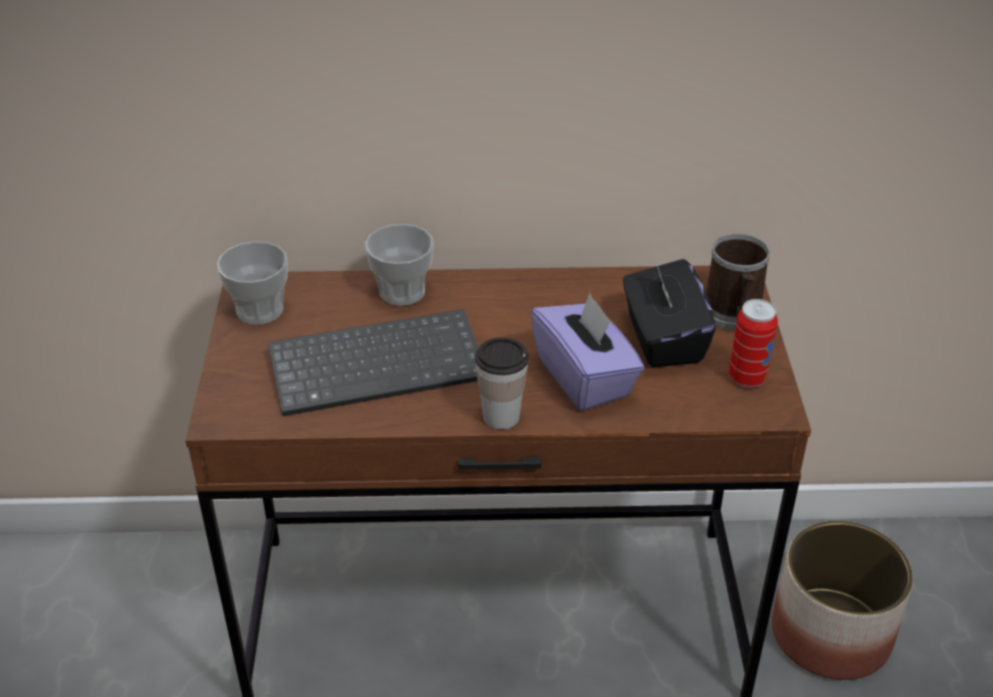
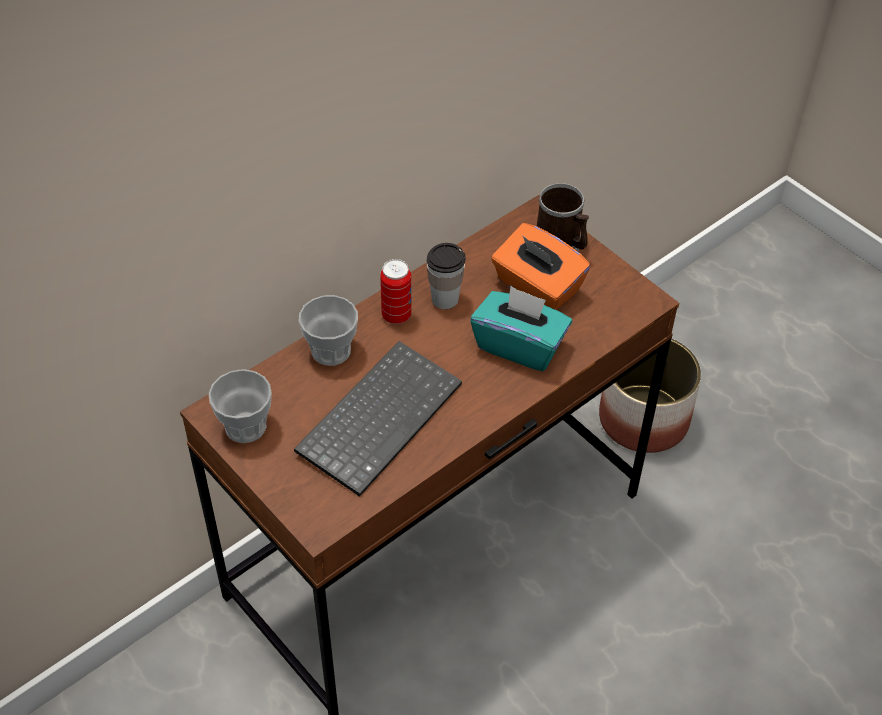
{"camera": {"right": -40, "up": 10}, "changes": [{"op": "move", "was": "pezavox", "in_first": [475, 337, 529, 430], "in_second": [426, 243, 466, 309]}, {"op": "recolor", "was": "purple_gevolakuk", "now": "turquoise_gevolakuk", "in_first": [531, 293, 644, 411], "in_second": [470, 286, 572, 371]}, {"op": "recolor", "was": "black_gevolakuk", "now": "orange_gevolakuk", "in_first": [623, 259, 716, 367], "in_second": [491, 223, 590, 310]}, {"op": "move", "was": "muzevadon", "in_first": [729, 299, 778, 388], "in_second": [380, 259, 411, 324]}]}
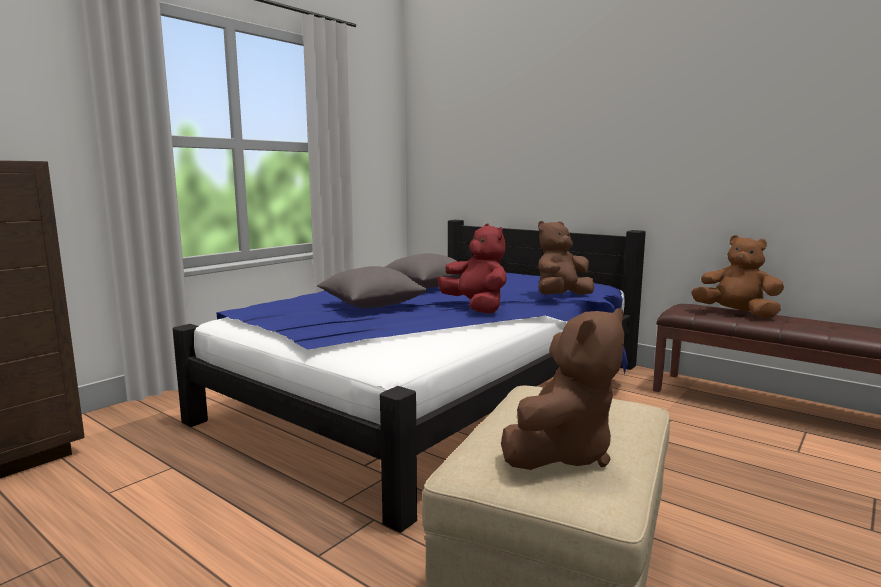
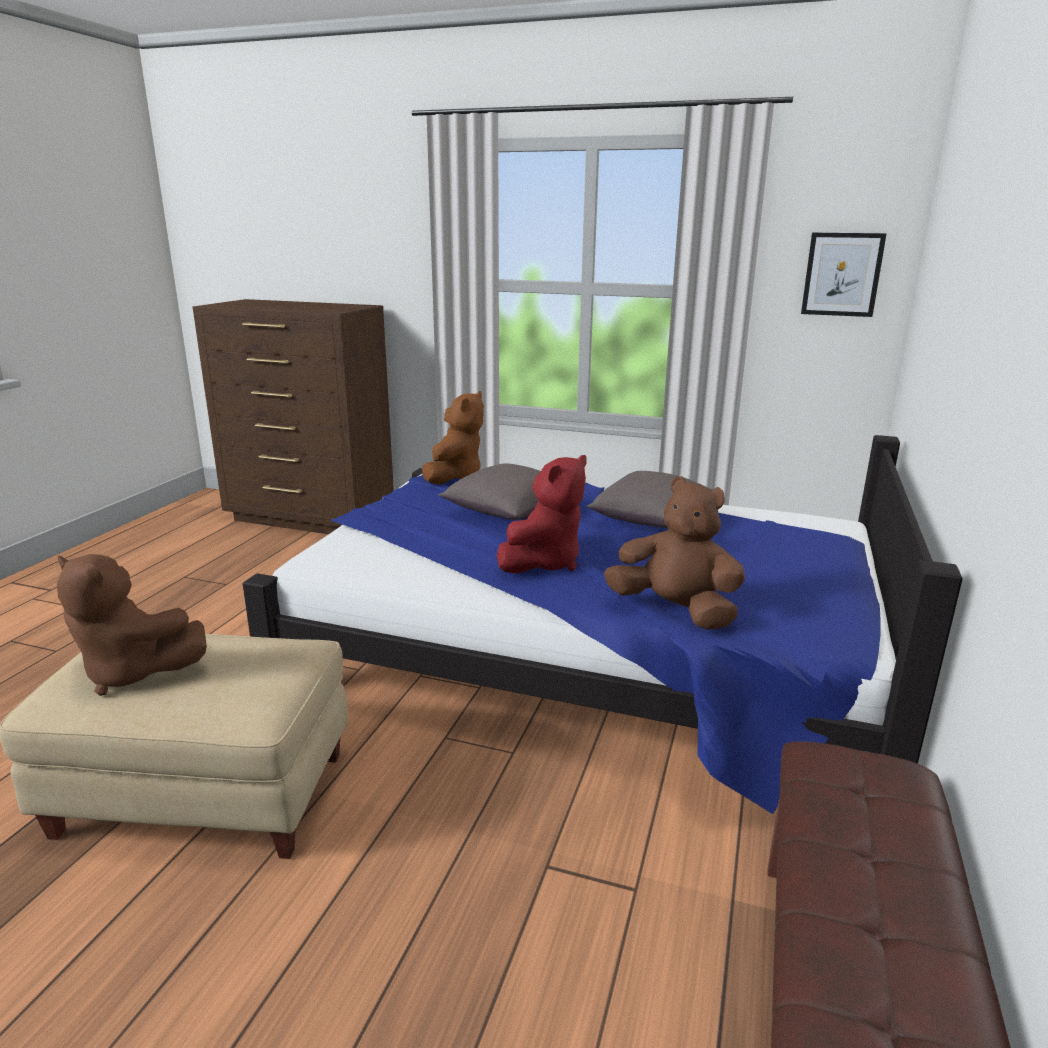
{"camera": {"right": 70, "up": 10}, "changes": [{"op": "move", "was": "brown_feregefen", "in_first": [691, 235, 784, 318], "in_second": [422, 391, 484, 484]}, {"op": "insert", "now": "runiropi", "in_second": [801, 233, 887, 317]}]}
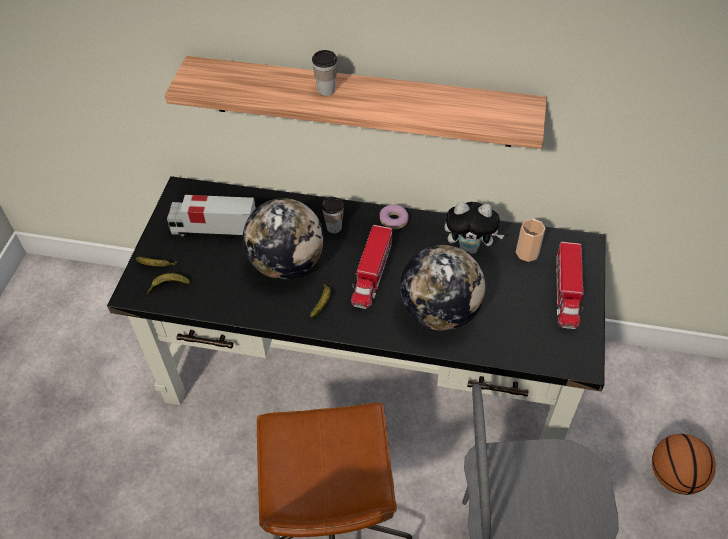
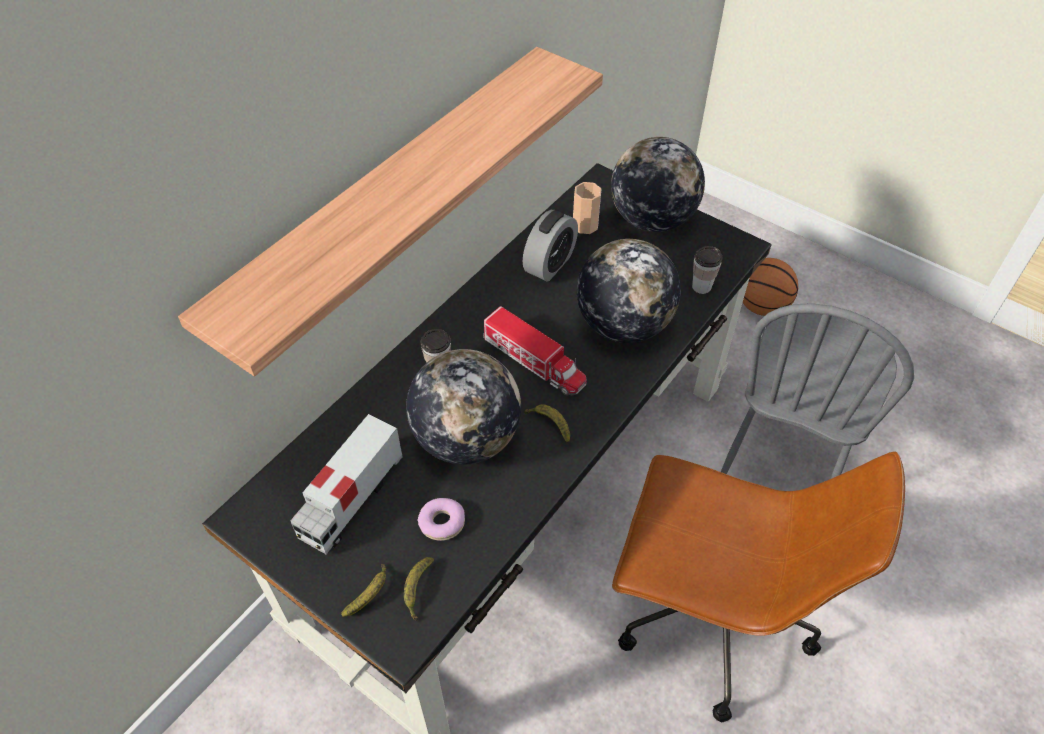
{"camera": {"right": -65, "up": 0}, "changes": [{"op": "move", "was": "pezavox", "in_first": [312, 50, 338, 96], "in_second": [692, 246, 722, 294]}, {"op": "move", "was": "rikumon", "in_first": [380, 205, 409, 229], "in_second": [418, 498, 465, 541]}, {"op": "replace", "was": "feregefen", "now": "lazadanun", "in_first": [445, 202, 505, 254], "in_second": [523, 210, 578, 282]}, {"op": "replace", "was": "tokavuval", "now": "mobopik", "in_first": [556, 242, 584, 329], "in_second": [611, 137, 705, 232]}]}
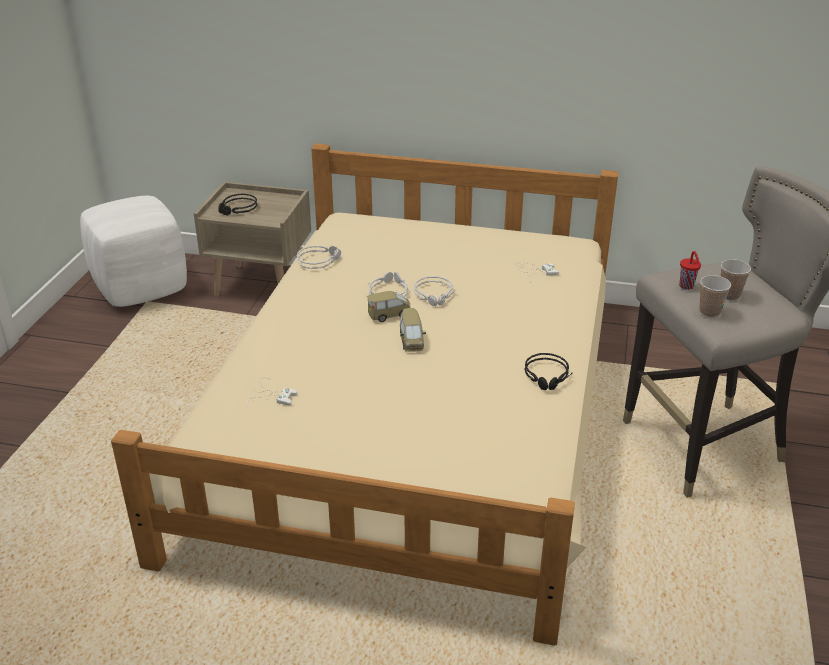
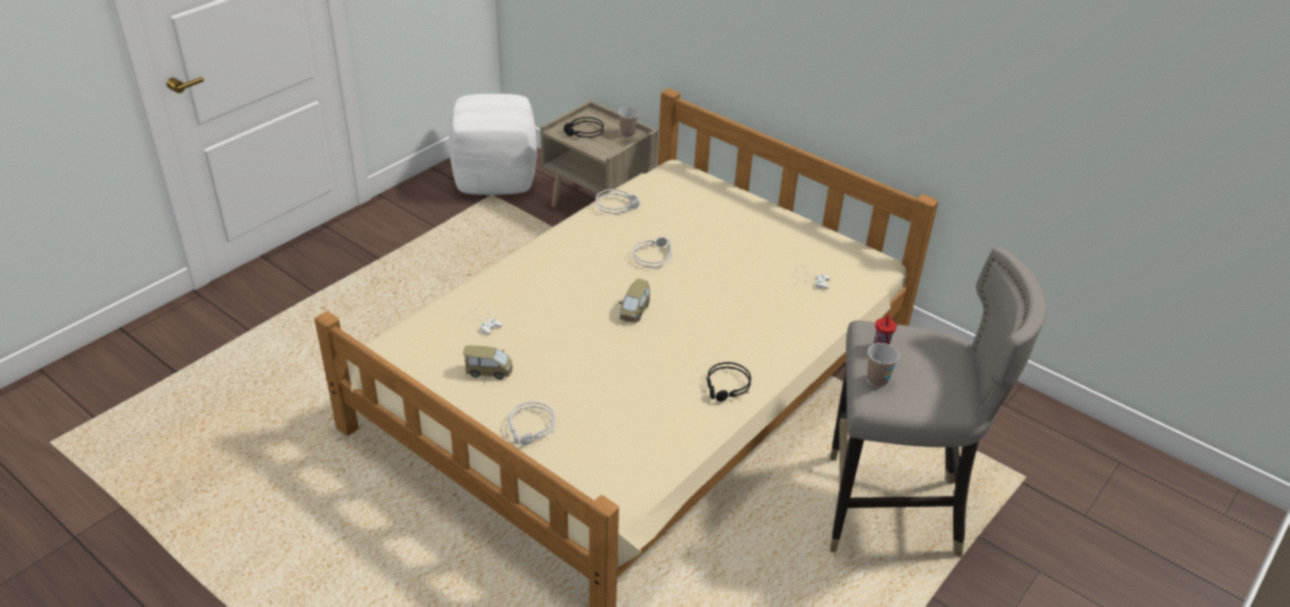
{"camera": {"right": 25, "up": 5}, "changes": [{"op": "move", "was": "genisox", "in_first": [367, 291, 410, 322], "in_second": [463, 345, 513, 380]}, {"op": "move", "was": "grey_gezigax", "in_first": [414, 276, 456, 306], "in_second": [508, 401, 555, 446]}, {"op": "move", "was": "pezavox", "in_first": [721, 259, 751, 301], "in_second": [618, 107, 639, 137]}]}
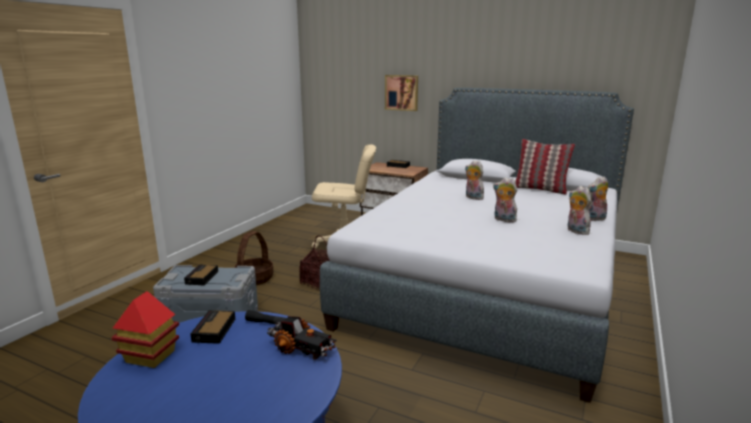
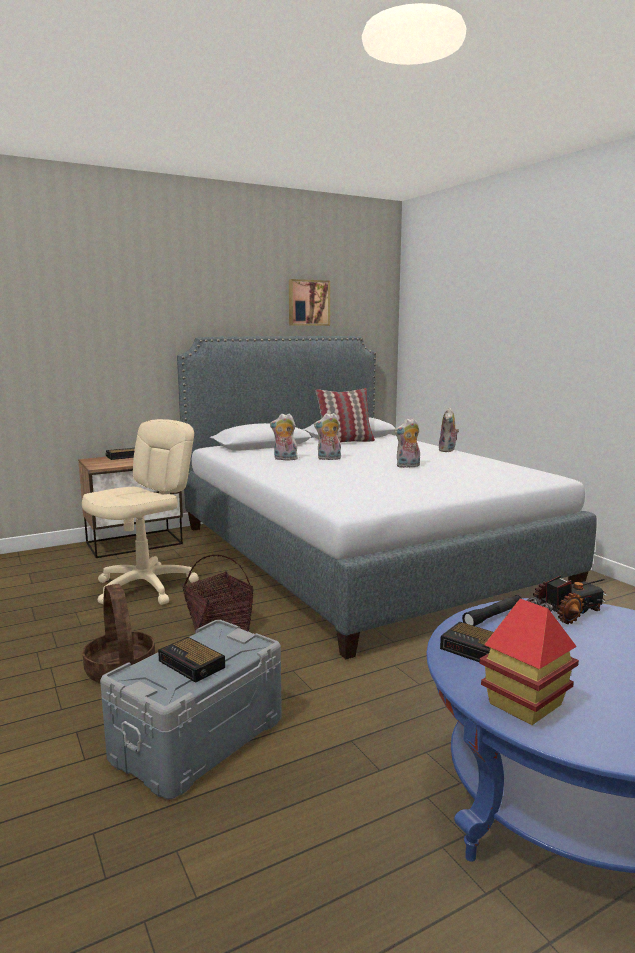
{"camera": {"right": -55, "up": -5}, "changes": [{"op": "move", "was": "runiropi", "in_first": [385, 75, 418, 111], "in_second": [289, 279, 330, 326]}, {"op": "move", "was": "feregefen", "in_first": [567, 186, 593, 235], "in_second": [270, 414, 298, 460]}]}
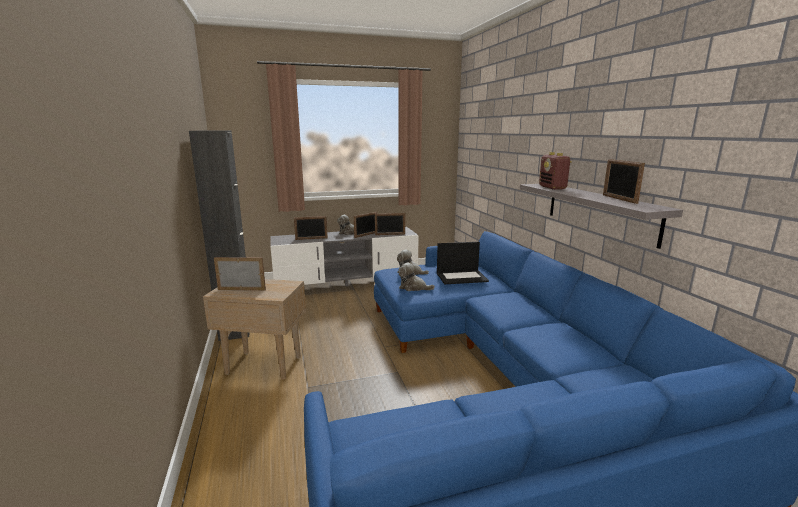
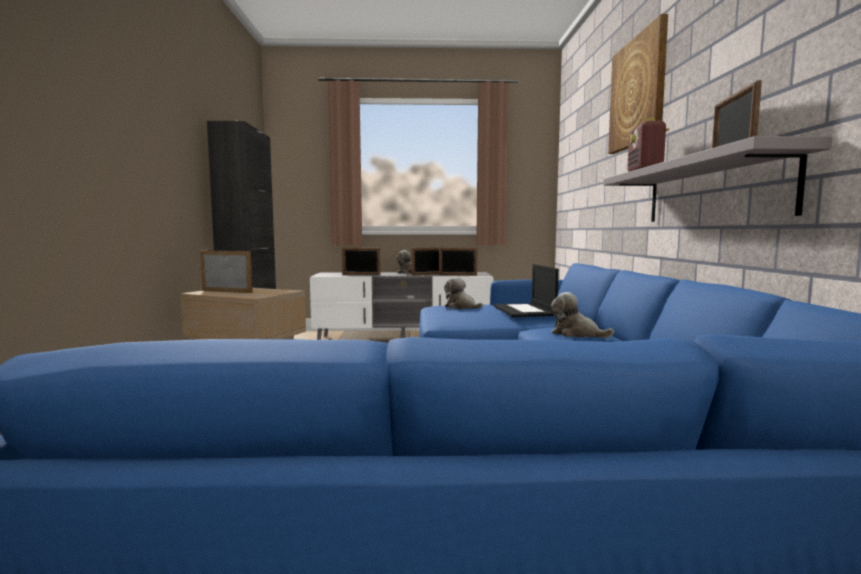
{"camera": {"right": 15, "up": -10}, "changes": [{"op": "move", "was": "feregefen", "in_first": [398, 263, 435, 291], "in_second": [551, 292, 614, 338]}, {"op": "rotate", "was": "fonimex", "in_first": [437, 242, 489, 284], "in_second": [494, 264, 559, 317], "clockwise": 75}, {"op": "insert", "now": "runiropi", "in_second": [608, 14, 668, 154]}]}
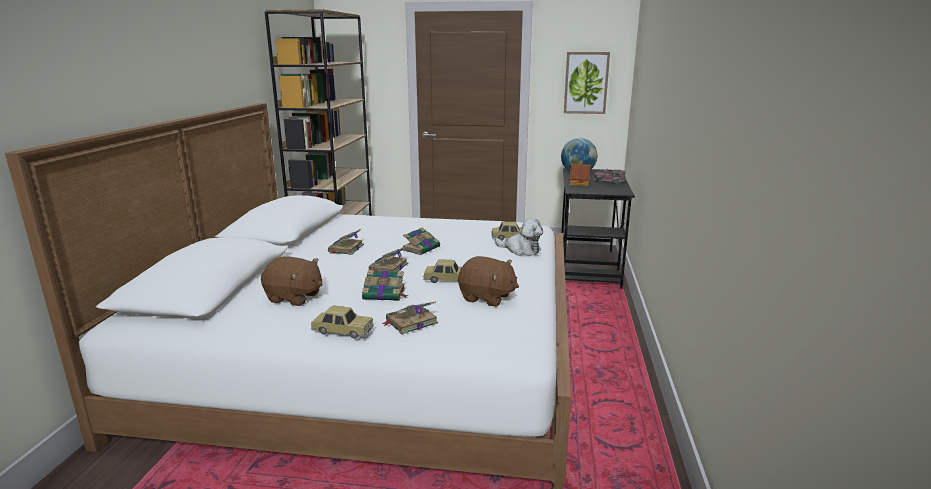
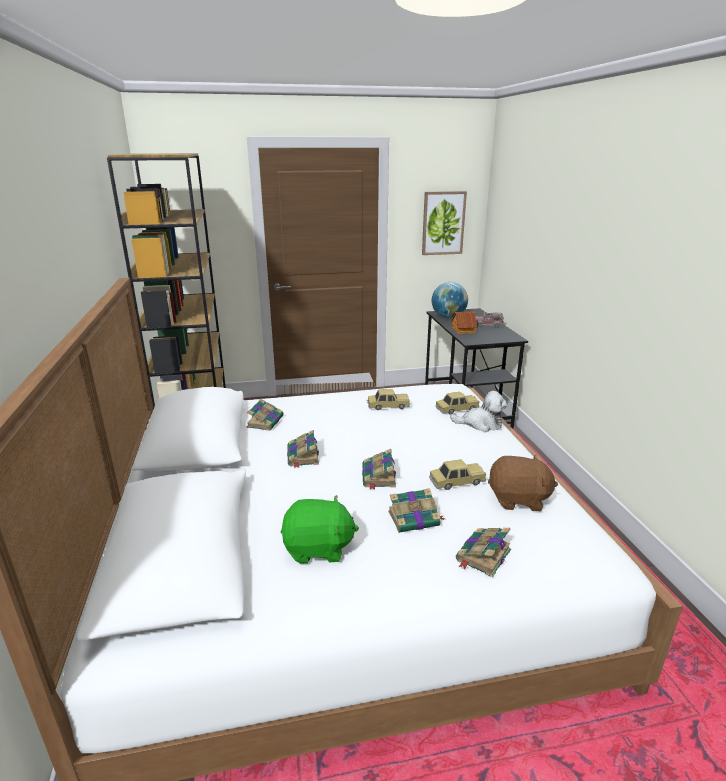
{"camera": {"right": -20, "up": 5}, "changes": [{"op": "recolor", "was": "brown_feregefen", "now": "green_feregefen", "in_first": [261, 256, 322, 306], "in_second": [280, 495, 359, 564]}, {"op": "move", "was": "genisox", "in_first": [311, 305, 374, 339], "in_second": [367, 389, 410, 410]}, {"op": "move", "was": "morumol", "in_first": [402, 227, 440, 255], "in_second": [246, 399, 284, 431]}]}
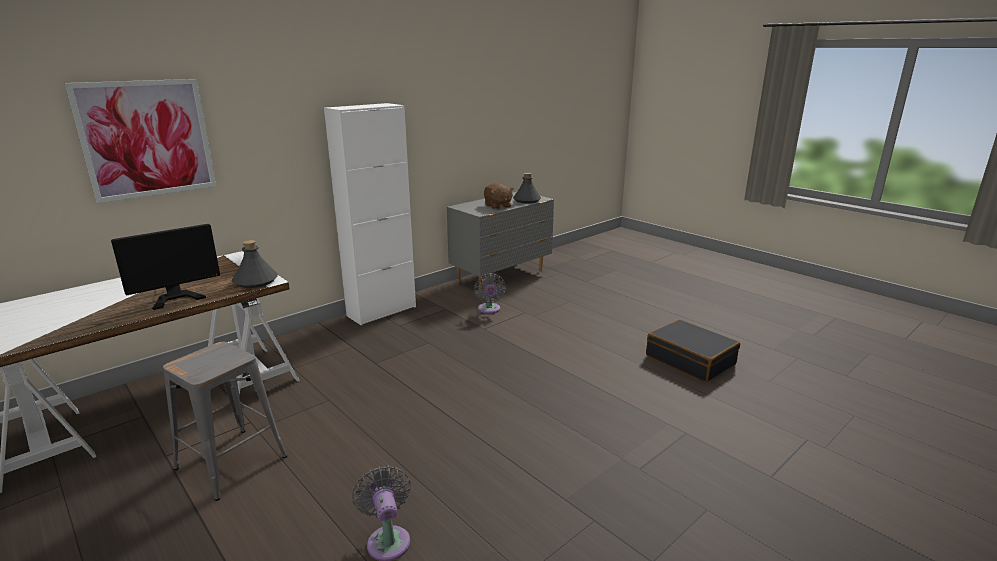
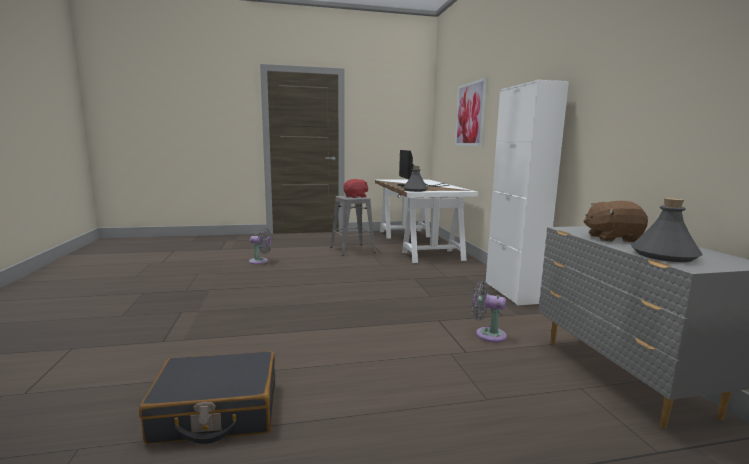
{"camera": {"right": 120, "up": -10}, "changes": [{"op": "insert", "now": "red_feregefen", "in_second": [344, 179, 368, 198]}]}
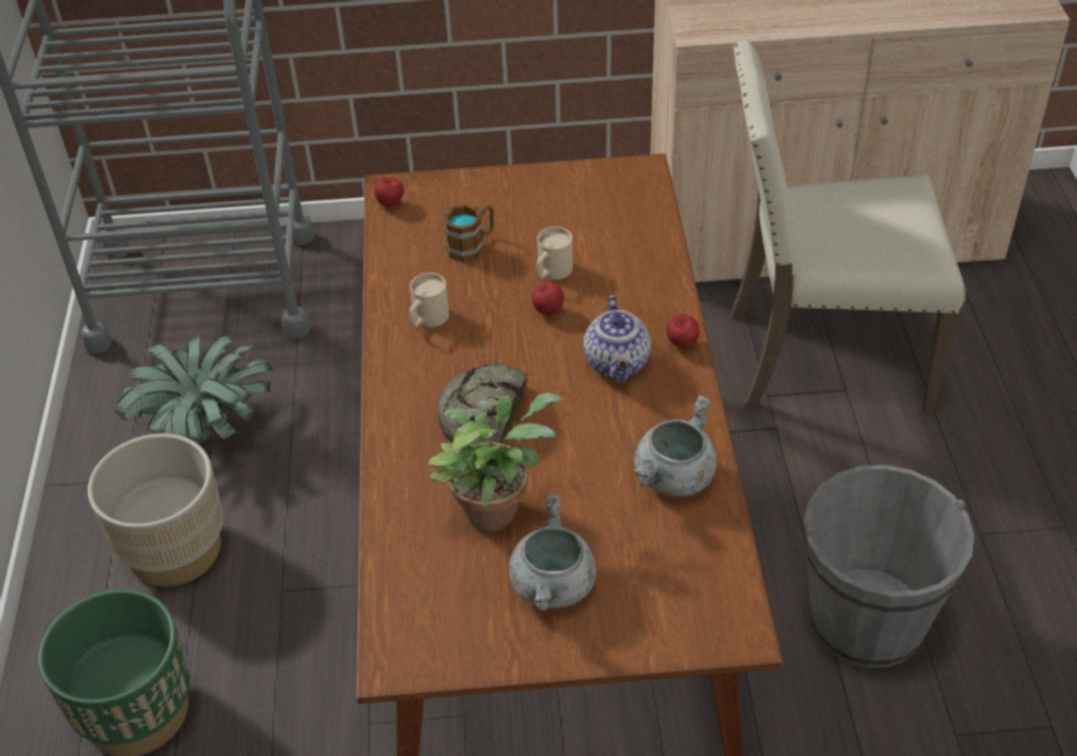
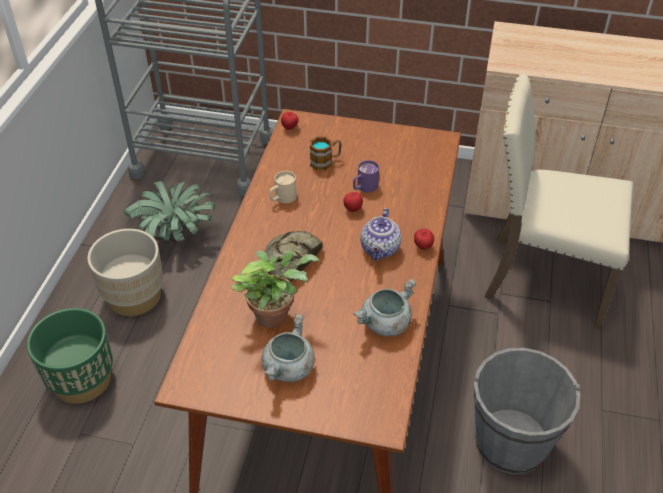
{"camera": {"right": 15, "up": 0}, "changes": [{"op": "recolor", "was": "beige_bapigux", "now": "purple_bapigux", "in_first": [537, 226, 573, 280], "in_second": [353, 160, 379, 192]}]}
